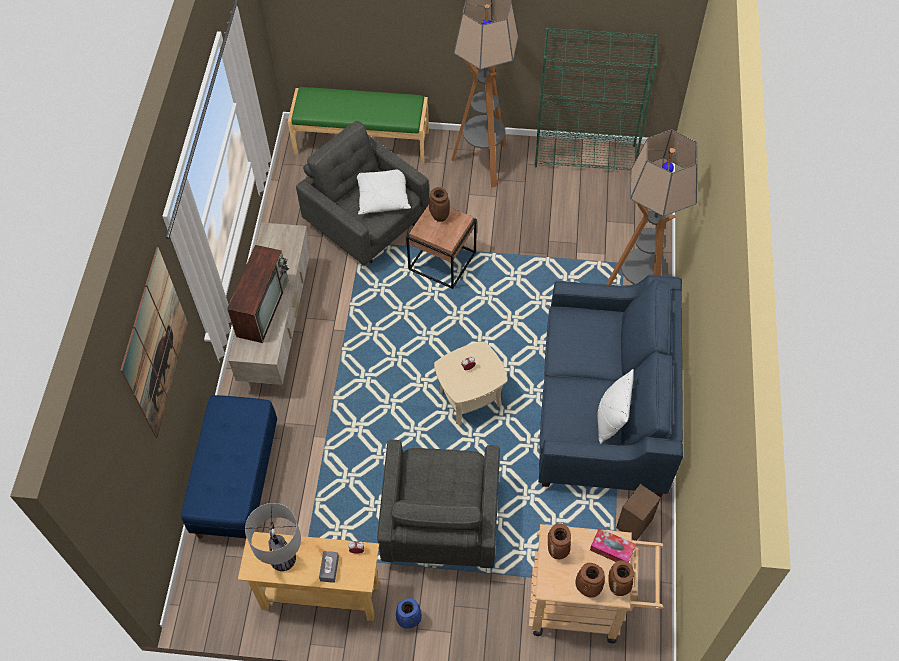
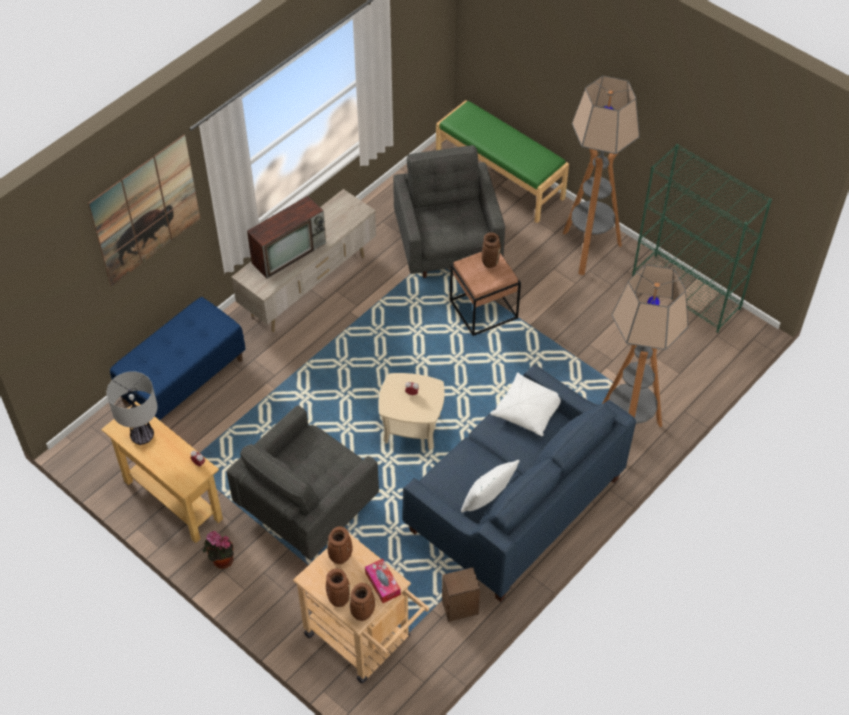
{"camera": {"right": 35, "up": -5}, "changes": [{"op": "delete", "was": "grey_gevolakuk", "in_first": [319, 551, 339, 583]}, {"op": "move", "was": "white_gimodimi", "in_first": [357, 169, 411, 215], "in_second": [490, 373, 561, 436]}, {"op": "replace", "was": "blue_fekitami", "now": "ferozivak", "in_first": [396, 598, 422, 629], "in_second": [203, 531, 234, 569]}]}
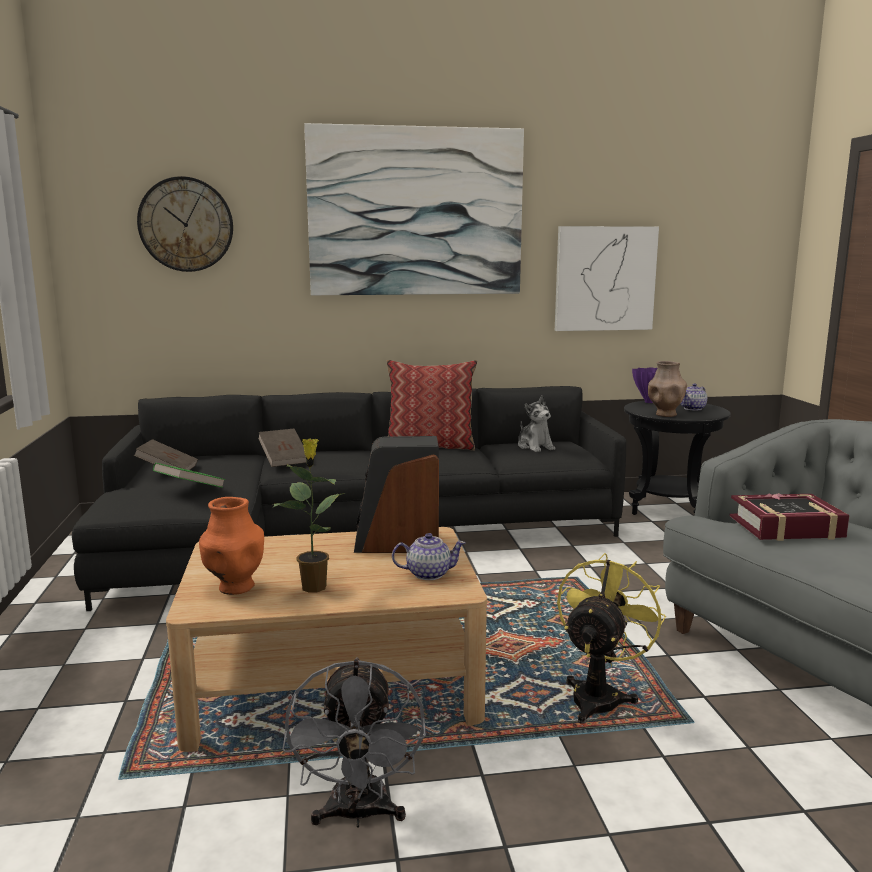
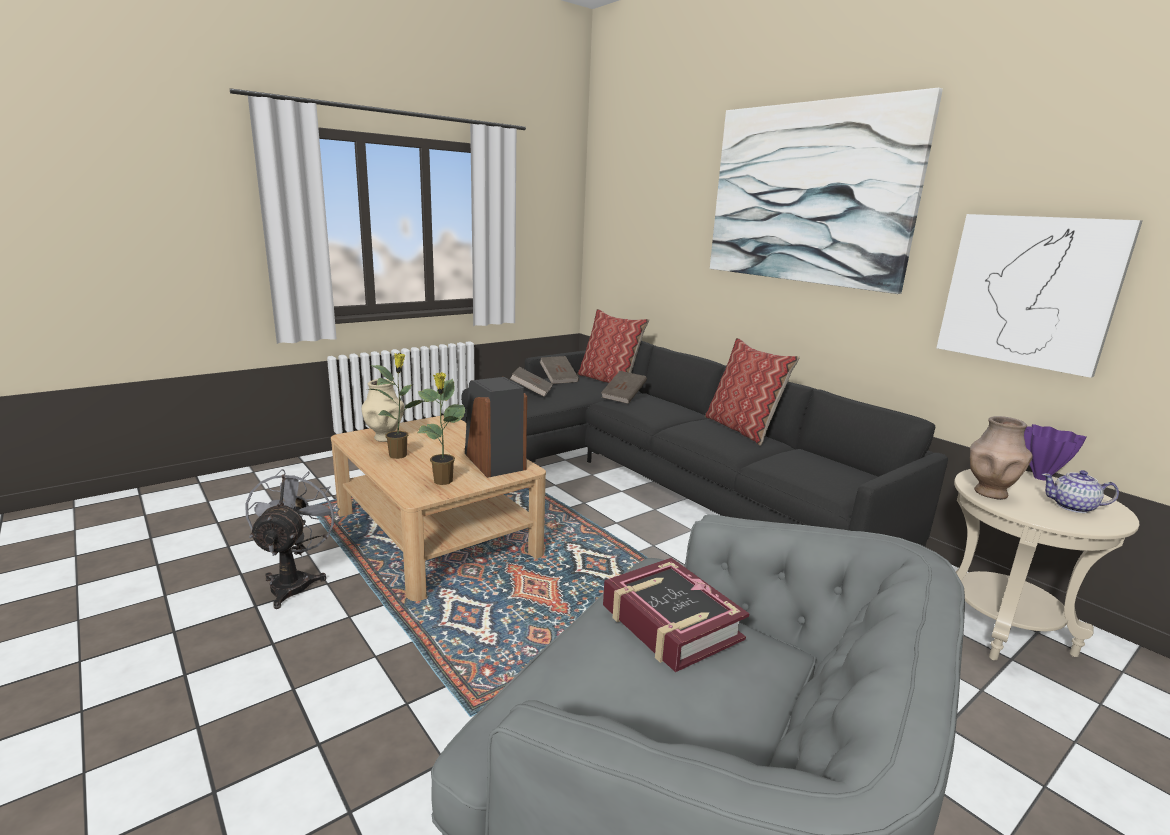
{"camera": {"right": 60, "up": 5}, "changes": [{"op": "delete", "was": "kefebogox", "in_first": [137, 176, 233, 272]}, {"op": "recolor", "was": "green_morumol", "now": "brown_morumol", "in_first": [153, 463, 225, 488], "in_second": [510, 367, 553, 397]}, {"op": "recolor", "was": "orange_fekitami", "now": "beige_fekitami", "in_first": [199, 497, 264, 595], "in_second": [361, 379, 404, 442]}, {"op": "rotate", "was": "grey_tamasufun", "in_first": [282, 657, 426, 828], "in_second": [245, 469, 339, 609], "clockwise": 120}, {"op": "replace", "was": "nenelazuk", "now": "ferozivak", "in_first": [392, 533, 466, 580], "in_second": [417, 372, 465, 485]}, {"op": "delete", "was": "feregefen", "in_first": [518, 395, 555, 452]}, {"op": "delete", "was": "yellow_tamasufun", "in_first": [557, 553, 666, 724]}, {"op": "recolor", "was": "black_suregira", "now": "beige_suregira", "in_first": [624, 401, 730, 516], "in_second": [954, 469, 1139, 660]}, {"op": "insert", "now": "gimodimi", "in_second": [577, 309, 649, 383]}]}
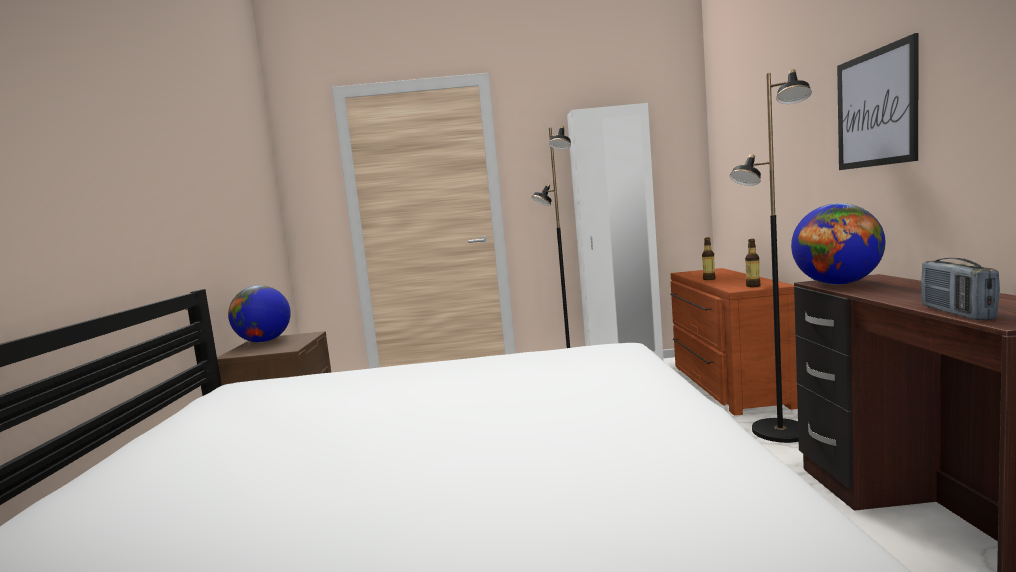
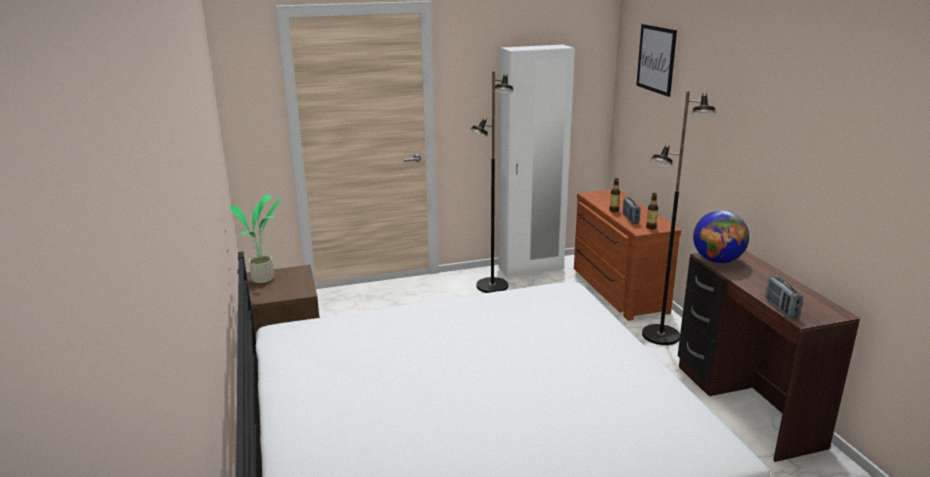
{"camera": {"right": -15, "up": 15}, "changes": [{"op": "replace", "was": "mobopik", "now": "ferozivak", "in_first": [228, 285, 291, 342], "in_second": [230, 195, 281, 283]}, {"op": "move", "was": "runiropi", "in_first": [837, 33, 918, 170], "in_second": [636, 24, 677, 97]}, {"op": "insert", "now": "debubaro", "in_second": [623, 197, 640, 224]}]}
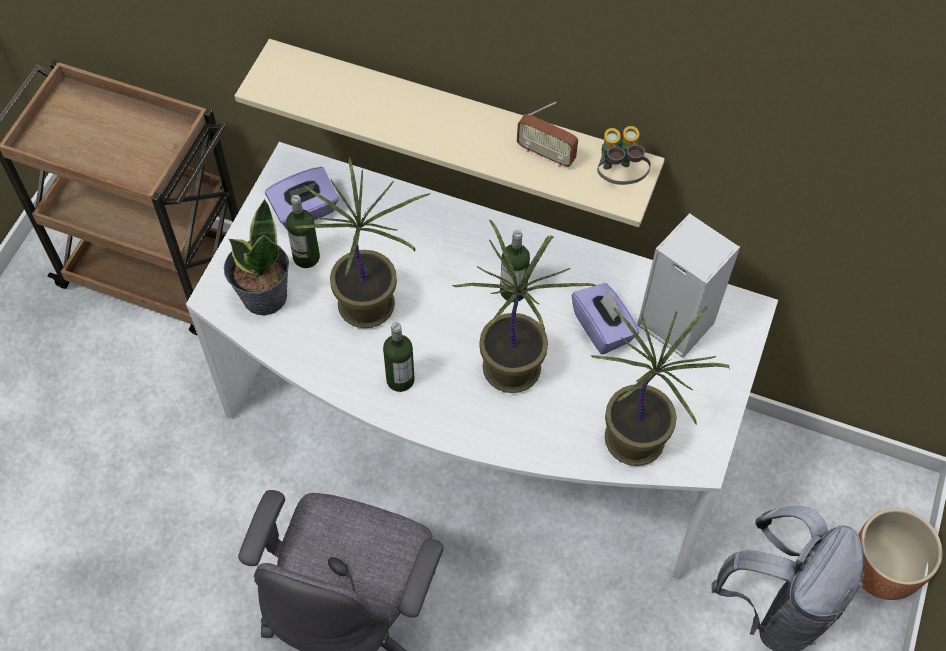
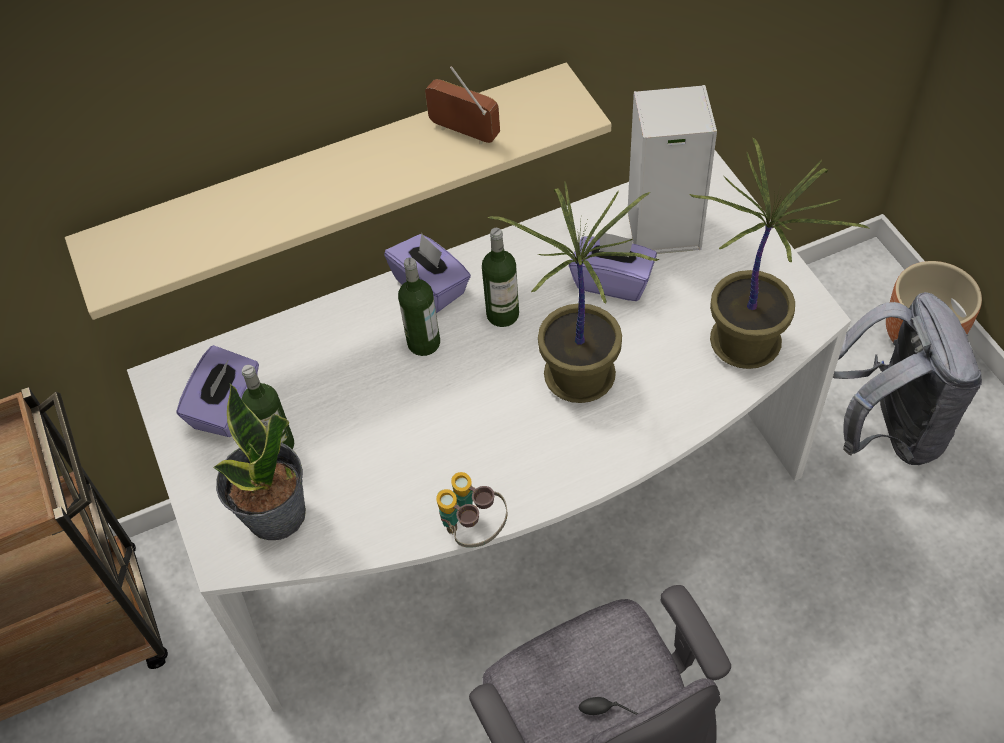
{"camera": {"right": -40, "up": -5}, "changes": [{"op": "delete", "was": "ferozivak", "in_first": [294, 157, 431, 328]}, {"op": "move", "was": "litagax", "in_first": [383, 323, 415, 392], "in_second": [398, 257, 440, 356]}, {"op": "rotate", "was": "debubaro", "in_first": [517, 102, 578, 167], "in_second": [425, 66, 500, 144], "clockwise": -135}, {"op": "move", "was": "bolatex", "in_first": [597, 126, 651, 185], "in_second": [436, 472, 508, 548]}, {"op": "insert", "now": "purple_gevolakuk", "in_second": [384, 233, 471, 313]}]}
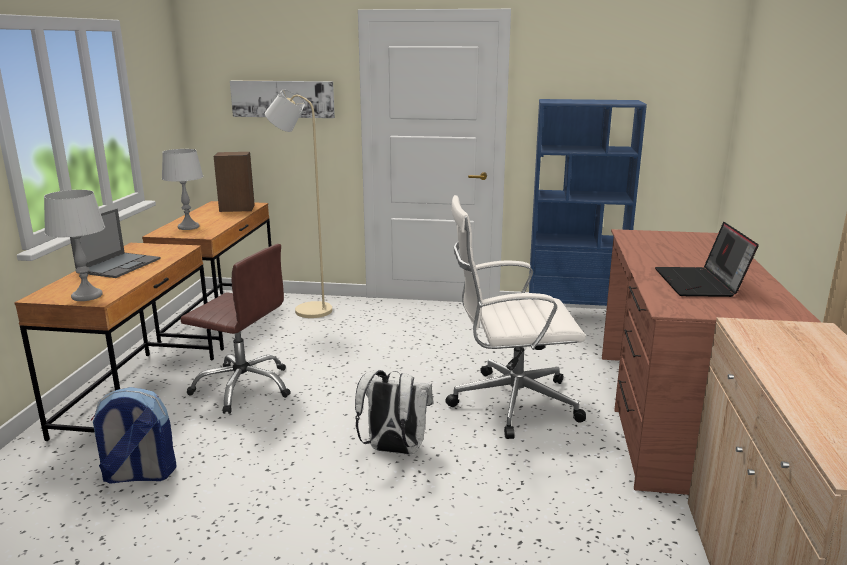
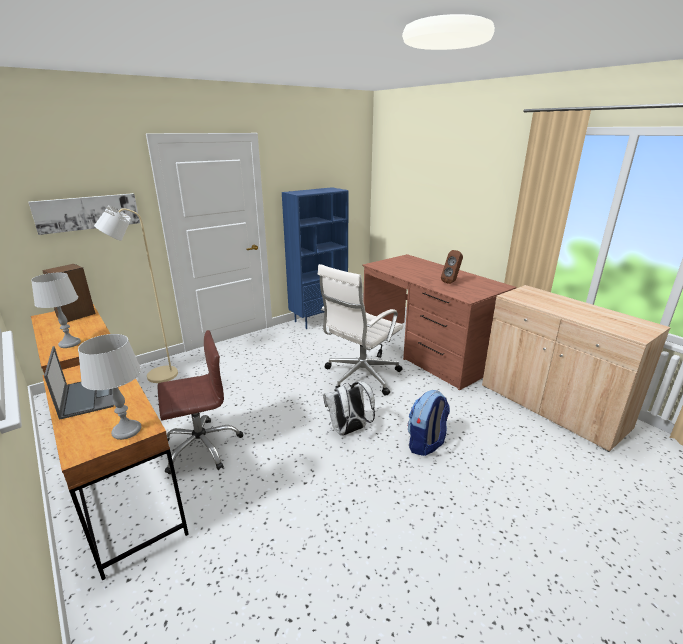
{"camera": {"right": -45, "up": 5}, "changes": [{"op": "move", "was": "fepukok", "in_first": [91, 387, 177, 484], "in_second": [408, 390, 450, 456]}, {"op": "replace", "was": "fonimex", "now": "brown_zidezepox", "in_first": [655, 222, 759, 297], "in_second": [441, 250, 463, 284]}]}
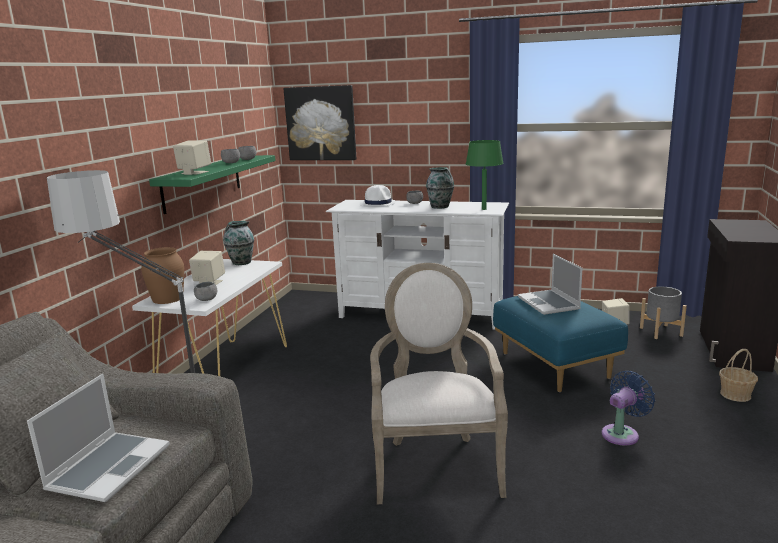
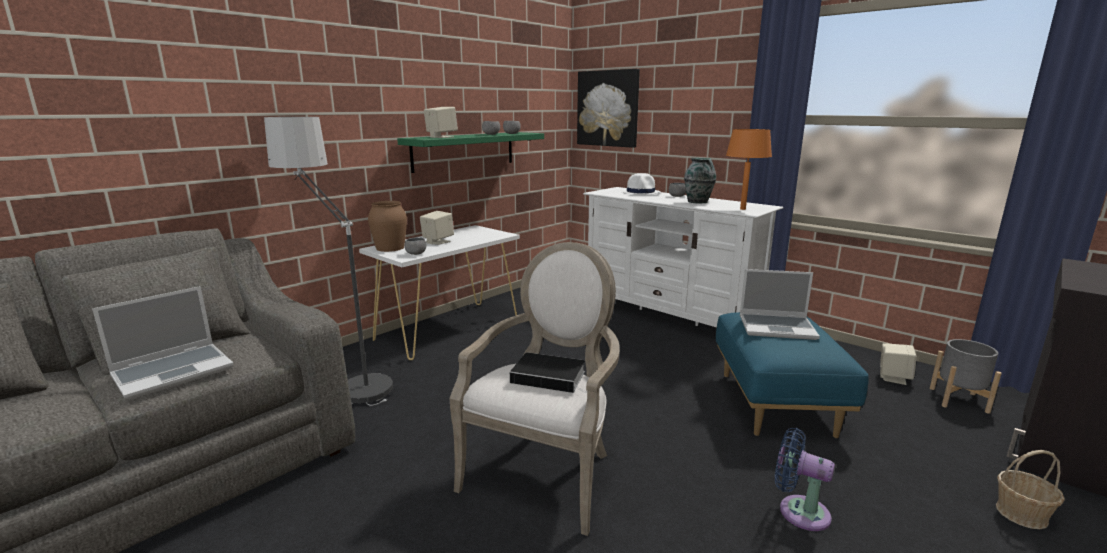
{"camera": {"right": 25, "up": 0}, "changes": [{"op": "delete", "was": "fekitami", "in_first": [223, 221, 254, 265]}, {"op": "recolor", "was": "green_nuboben", "now": "orange_nuboben", "in_first": [466, 140, 504, 210], "in_second": [726, 129, 772, 210]}, {"op": "rotate", "was": "fonimex", "in_first": [518, 253, 583, 315], "in_second": [740, 269, 820, 340], "clockwise": -90}, {"op": "rotate", "was": "blue_tamasufun", "in_first": [602, 371, 655, 446], "in_second": [775, 428, 835, 531], "clockwise": -135}, {"op": "insert", "now": "morumol", "in_second": [510, 352, 587, 393]}]}
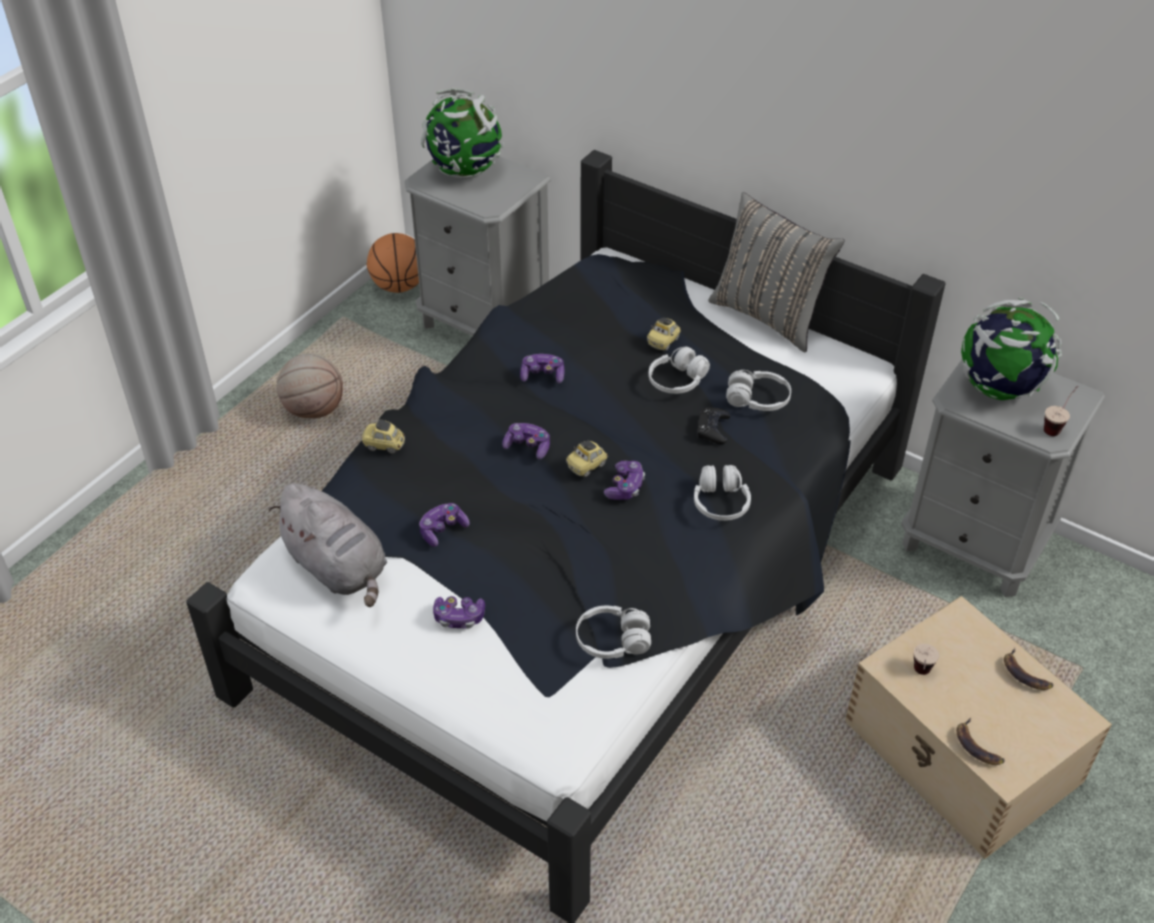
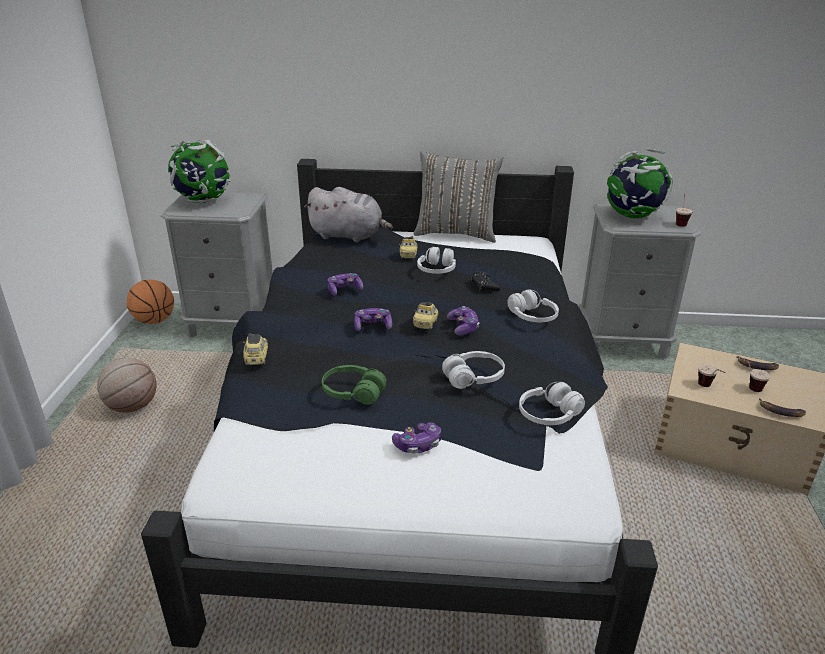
{"camera": {"right": -30, "up": -15}, "changes": [{"op": "move", "was": "grey_feregefen", "in_first": [269, 483, 387, 607], "in_second": [304, 187, 393, 243]}, {"op": "rotate", "was": "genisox", "in_first": [362, 419, 405, 453], "in_second": [243, 333, 268, 365], "clockwise": 105}, {"op": "replace", "was": "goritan", "now": "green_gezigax", "in_first": [419, 503, 469, 547], "in_second": [322, 365, 386, 405]}, {"op": "move", "was": "white_gezigax", "in_first": [726, 370, 791, 411], "in_second": [442, 351, 505, 389]}, {"op": "insert", "now": "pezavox", "in_second": [737, 356, 770, 392]}]}
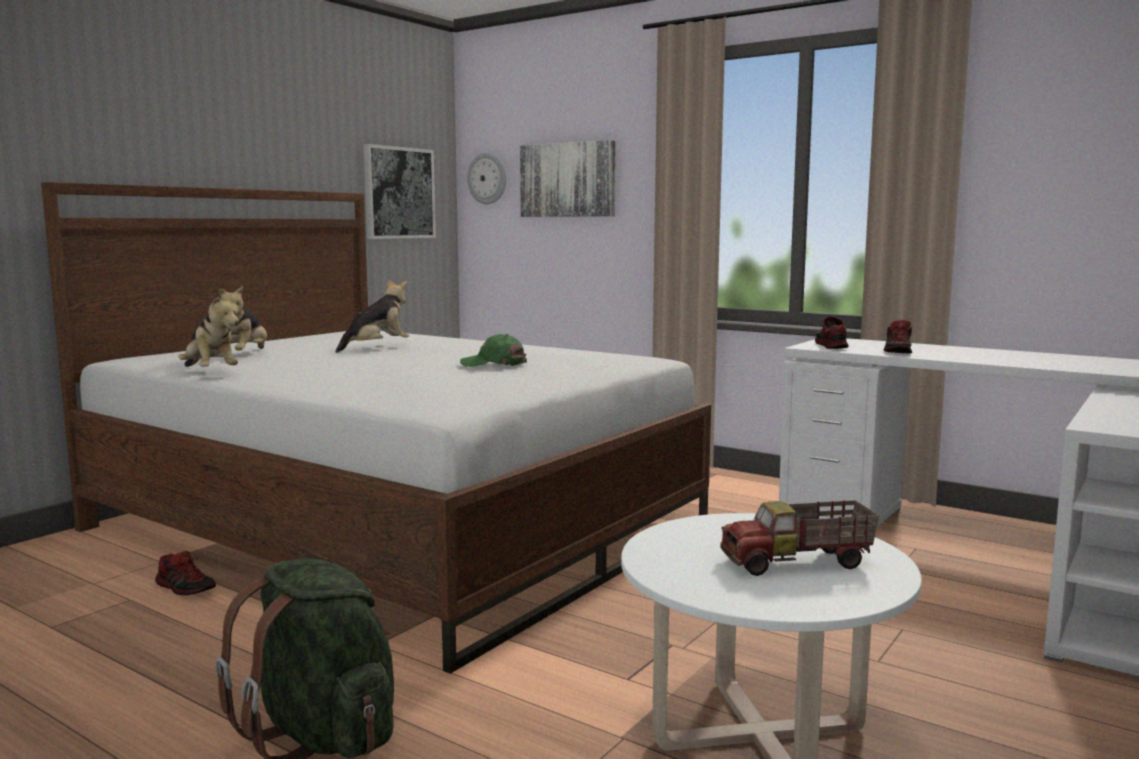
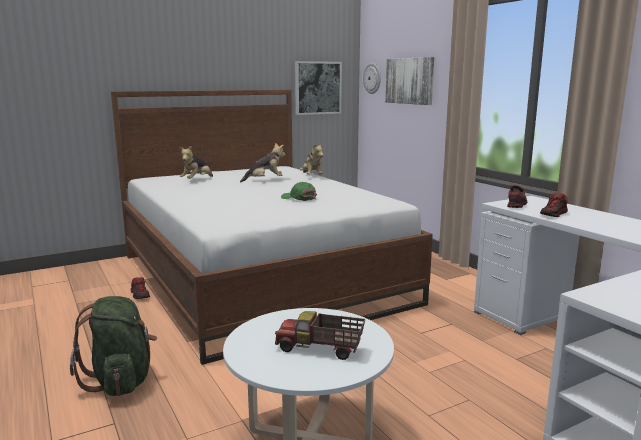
{"camera": {"right": 25, "up": 5}, "changes": [{"op": "move", "was": "feregefen", "in_first": [179, 293, 239, 367], "in_second": [300, 143, 324, 174]}]}
